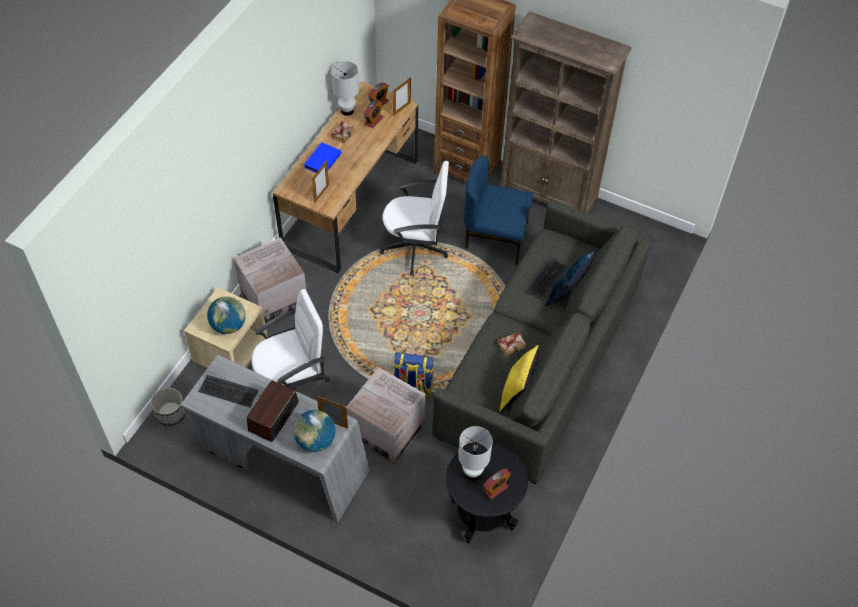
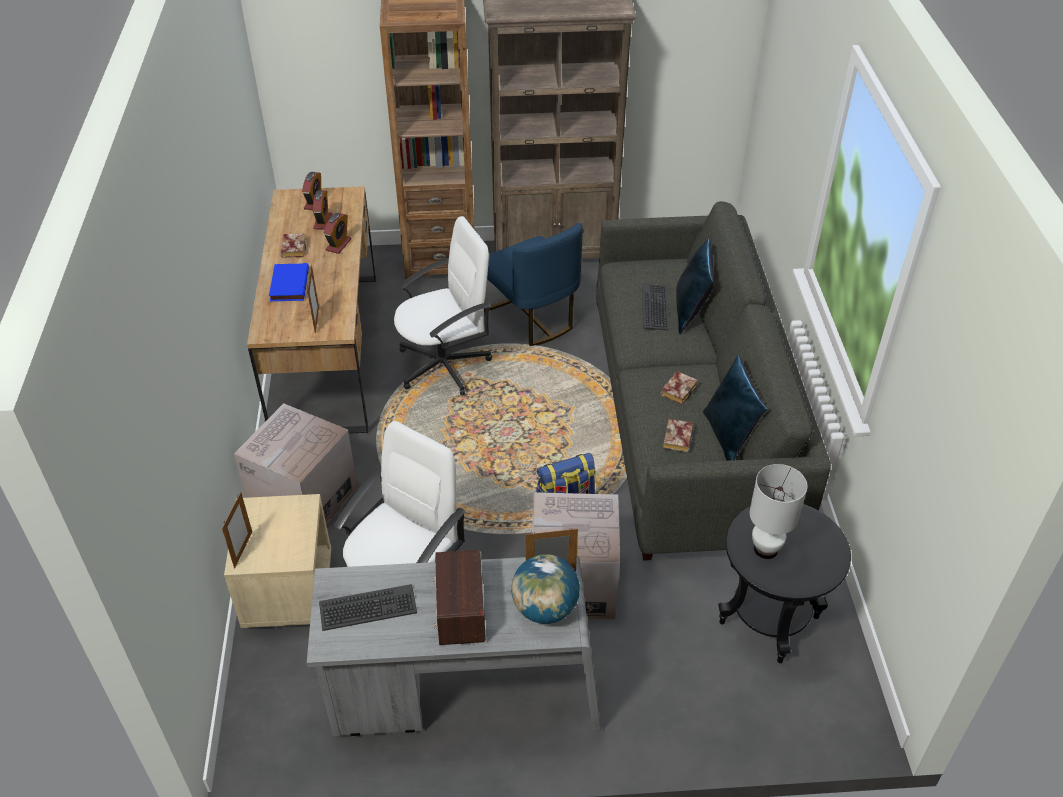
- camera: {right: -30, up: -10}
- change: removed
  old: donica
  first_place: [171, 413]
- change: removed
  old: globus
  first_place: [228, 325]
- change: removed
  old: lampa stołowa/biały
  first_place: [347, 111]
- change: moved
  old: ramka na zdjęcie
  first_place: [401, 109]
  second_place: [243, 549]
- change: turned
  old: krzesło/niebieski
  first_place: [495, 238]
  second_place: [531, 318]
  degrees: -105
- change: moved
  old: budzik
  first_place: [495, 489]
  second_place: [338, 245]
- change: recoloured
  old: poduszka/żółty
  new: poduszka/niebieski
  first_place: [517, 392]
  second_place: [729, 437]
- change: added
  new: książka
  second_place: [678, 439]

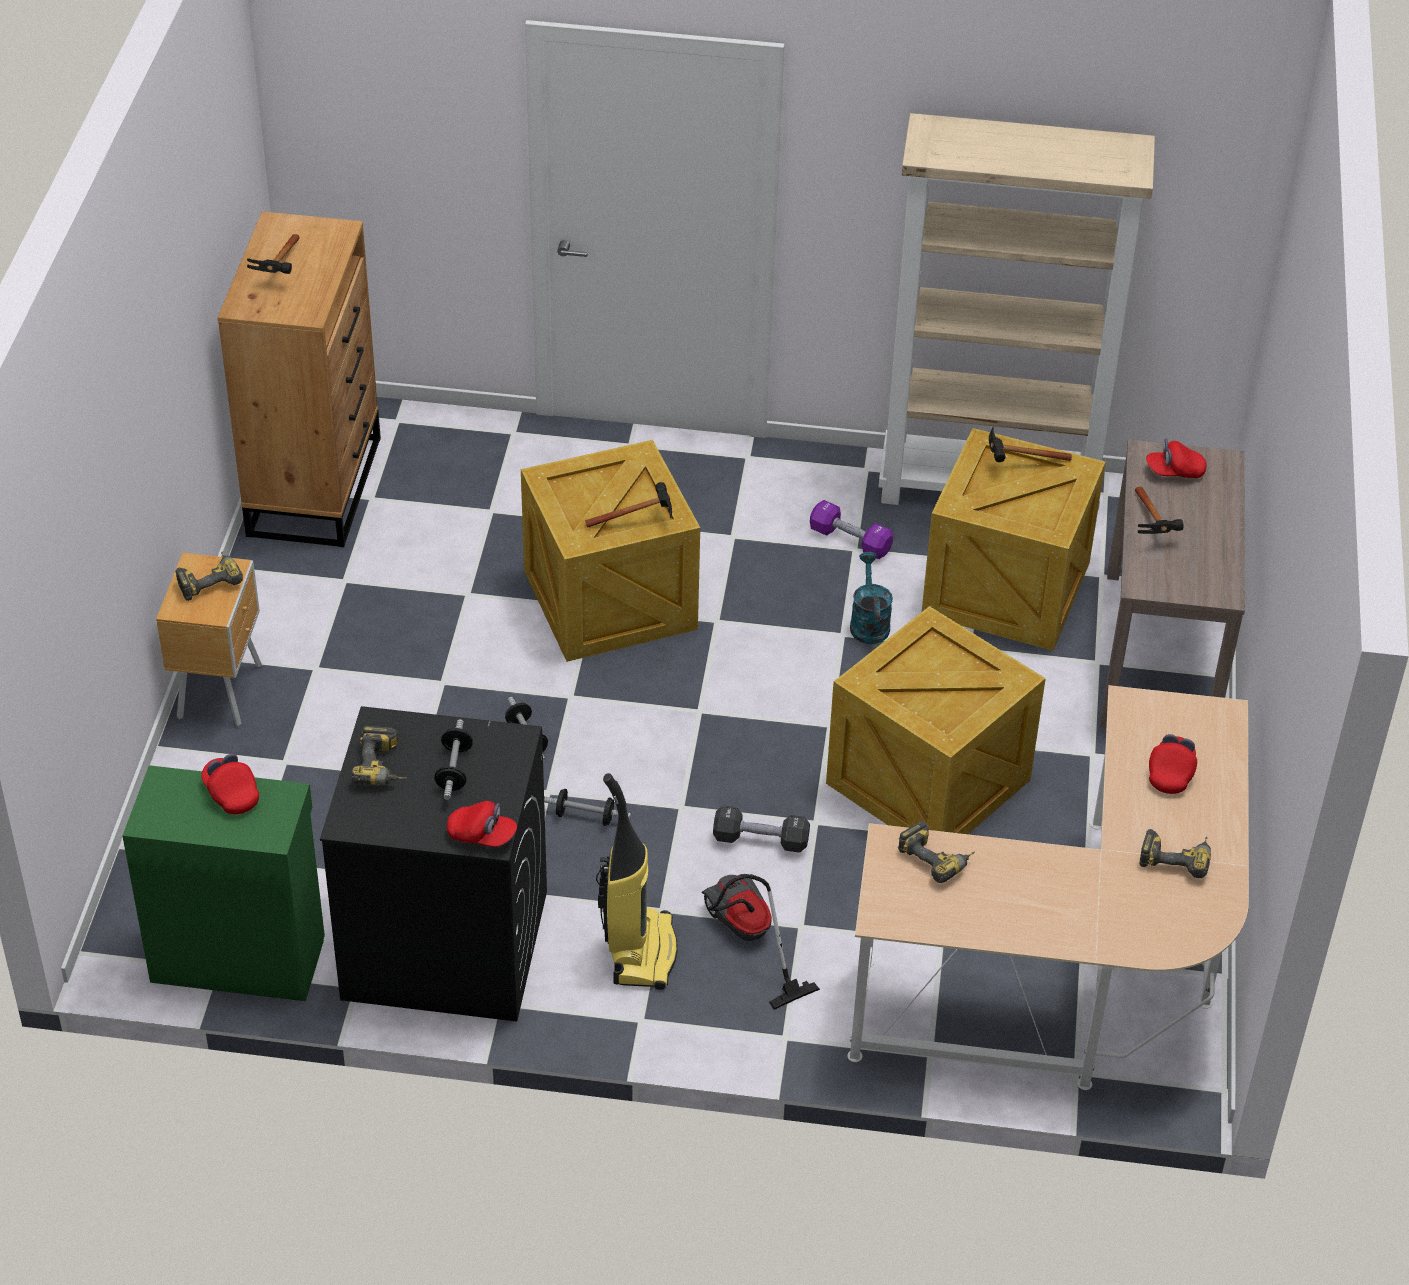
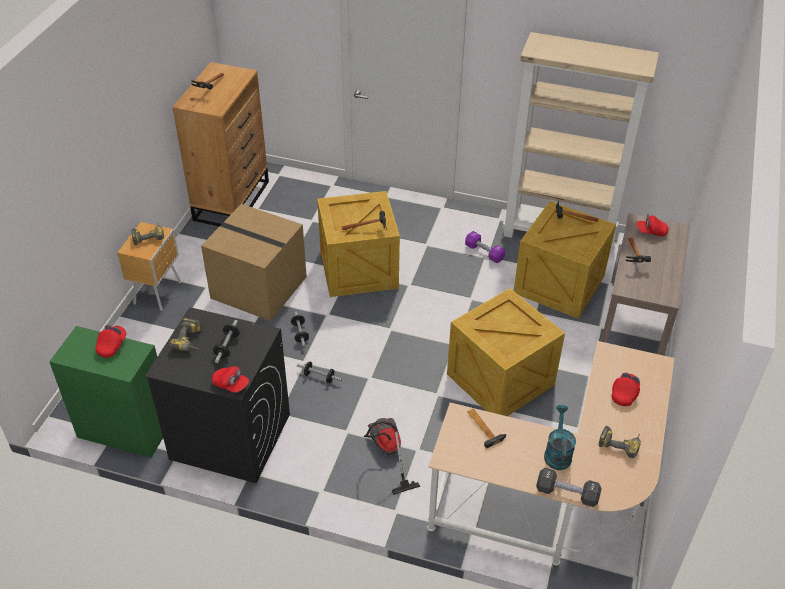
- camera: {right: 10, up: 0}
- change: turned
  old: czapka z daszkiem/czerwony
  first_place: [231, 794]
  second_place: [112, 345]
  degrees: 45
- change: removed
  old: odkurzacz
  first_place: [640, 951]
- change: moved
  old: hantel/czarny
  first_place: [760, 840]
  second_place: [567, 493]
- change: moved
  old: konewka/turkusowy
  first_place: [868, 622]
  second_place: [557, 452]
- change: replaced
  old: wiertarka
  new: młotek
  first_place: [937, 858]
  second_place: [483, 427]
- change: added
  new: karton
  second_place: [260, 287]

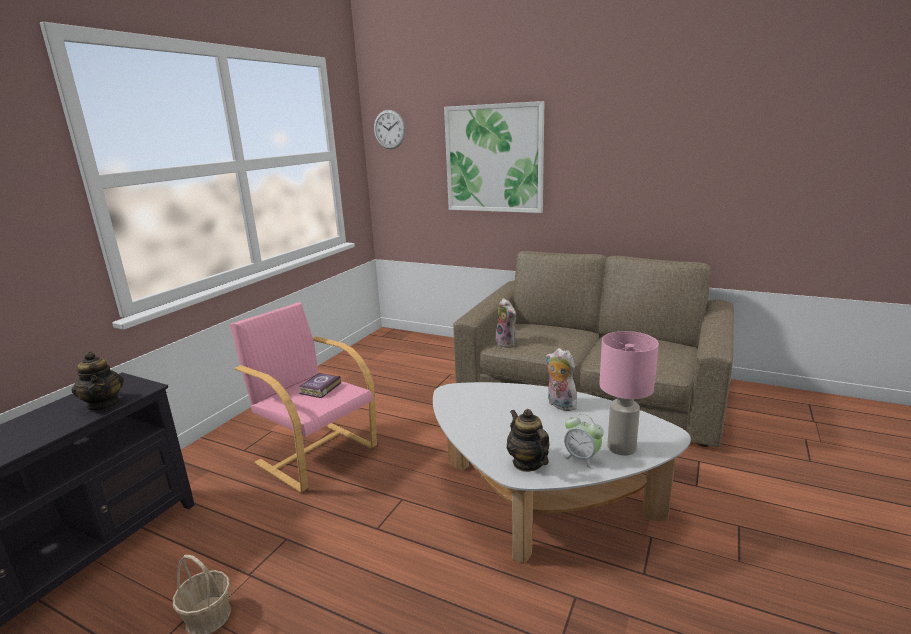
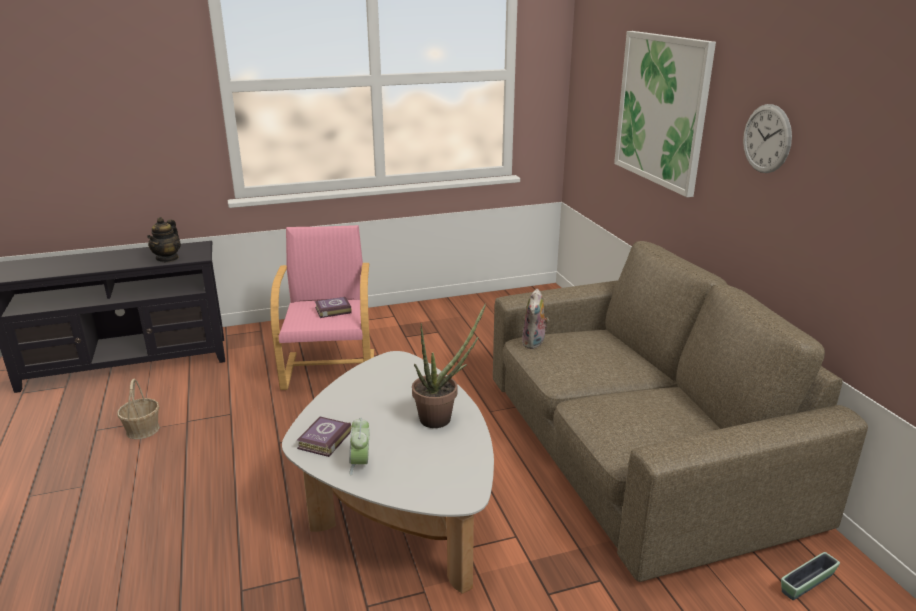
- camera: {right: 45, up: 5}
- change: moved
  old: zegar ścienny
  first_place: [389, 129]
  second_place: [766, 139]
- change: replaced
  old: imbryk
  new: książka
  first_place: [527, 463]
  second_place: [323, 440]
- change: replaced
  old: pluszak
  new: roślina doniczkowa
  first_place: [559, 405]
  second_place: [442, 417]
- change: removed
  old: lampa stołowa/różowy
  first_place: [621, 447]
- change: added
  new: donica
  second_place: [807, 583]

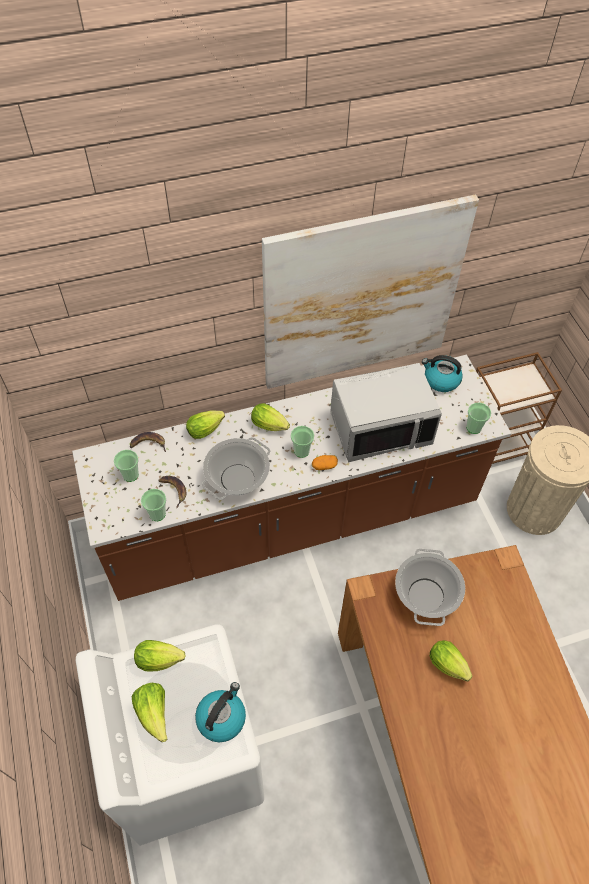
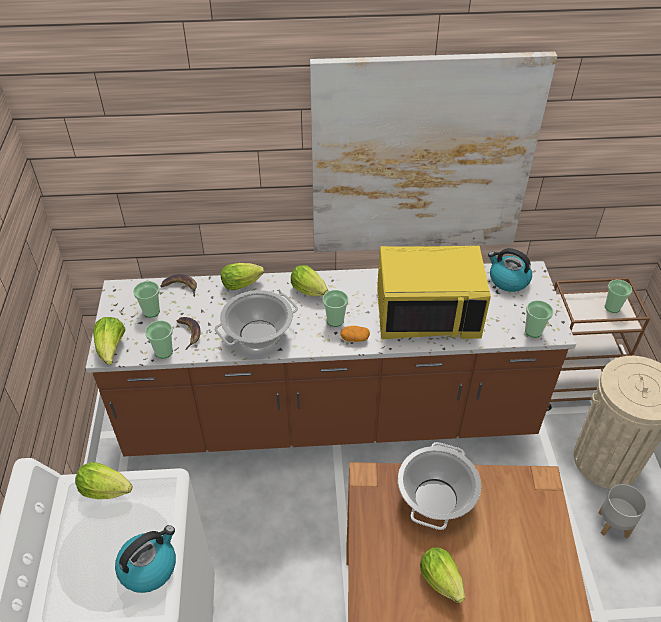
- camera: {right: 15, up: -10}
- change: moved
  old: sałata
  first_place: [154, 713]
  second_place: [112, 350]
- change: recoloured
  old: mikrofalówka/szary
  new: mikrofalówka/żółty
  first_place: [380, 428]
  second_place: [427, 313]
- change: added
  new: donica/szary
  second_place: [614, 524]
- change: added
  new: filiżanka
  second_place: [612, 307]

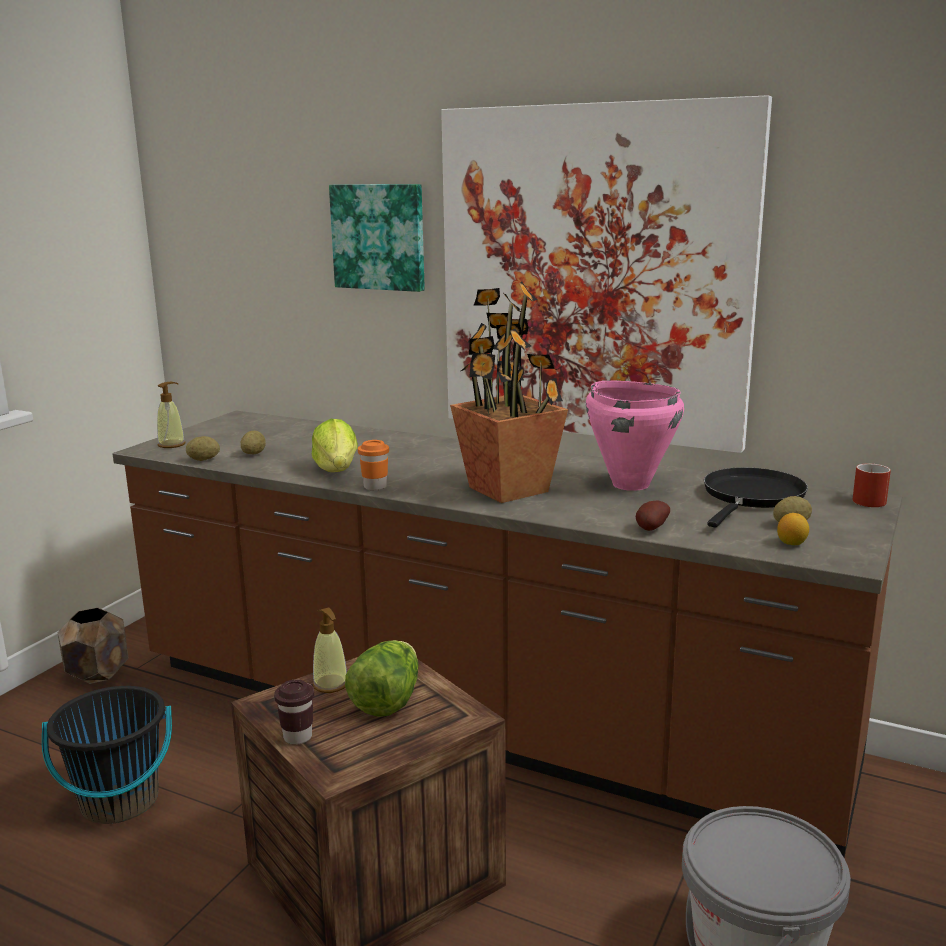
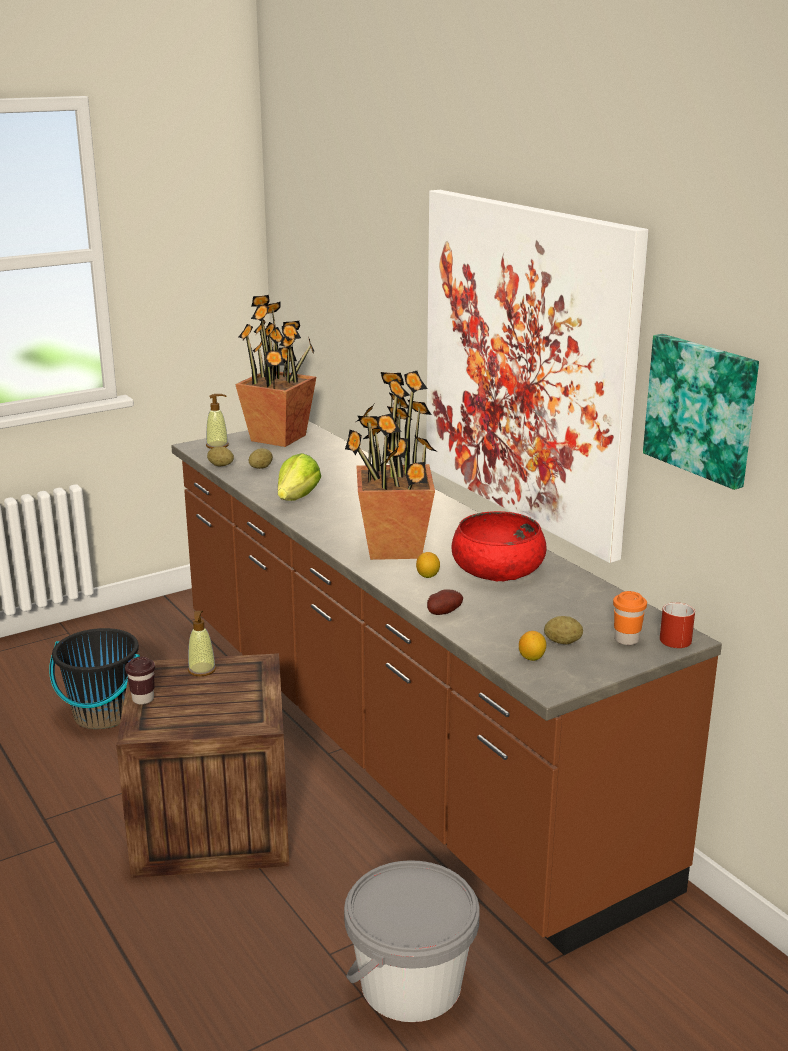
- camera: {right: 30, up: 5}
- change: removed
  old: donica/brązowy
  first_place: [98, 674]
- change: moved
  old: obraz
  first_place: [379, 237]
  second_place: [702, 408]
- change: removed
  old: sałata
  first_place: [387, 701]
- change: moved
  old: filiżanka/pomarańczowy
  first_place: [375, 487]
  second_place: [626, 640]
- change: replaced
  old: garnek/różowy
  new: miska/czerwony
  first_place: [630, 484]
  second_place: [498, 568]
- change: removed
  old: patelnia/czarny
  first_place: [751, 497]
- change: added
  new: roślina doniczkowa
  second_place: [279, 438]
- change: added
  new: cytryna
  second_place: [428, 576]

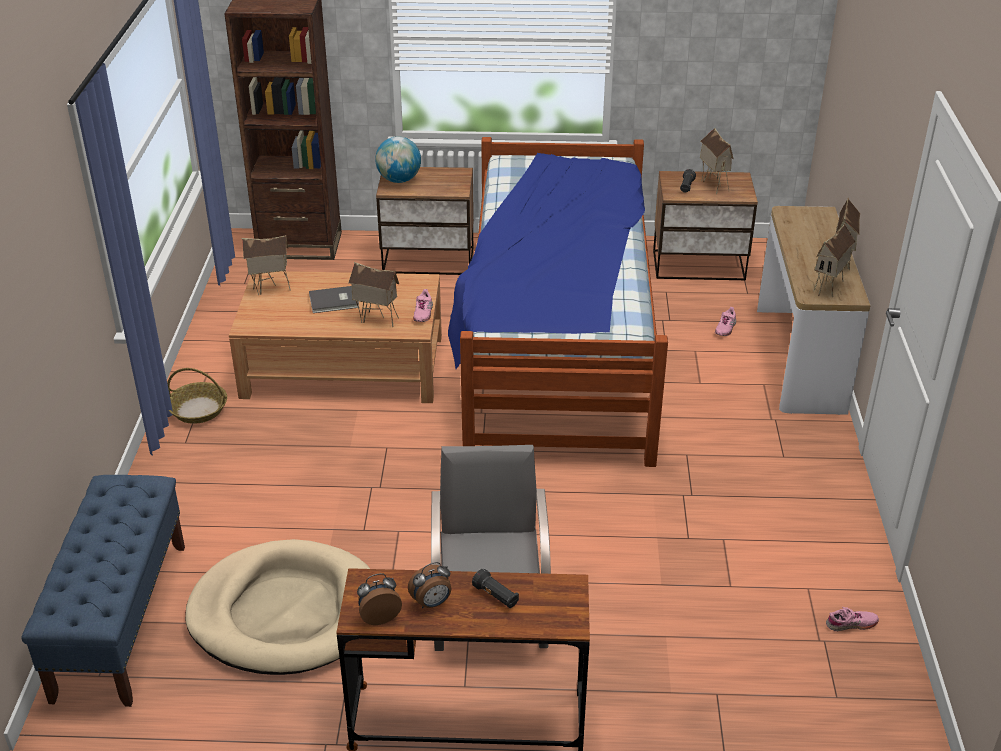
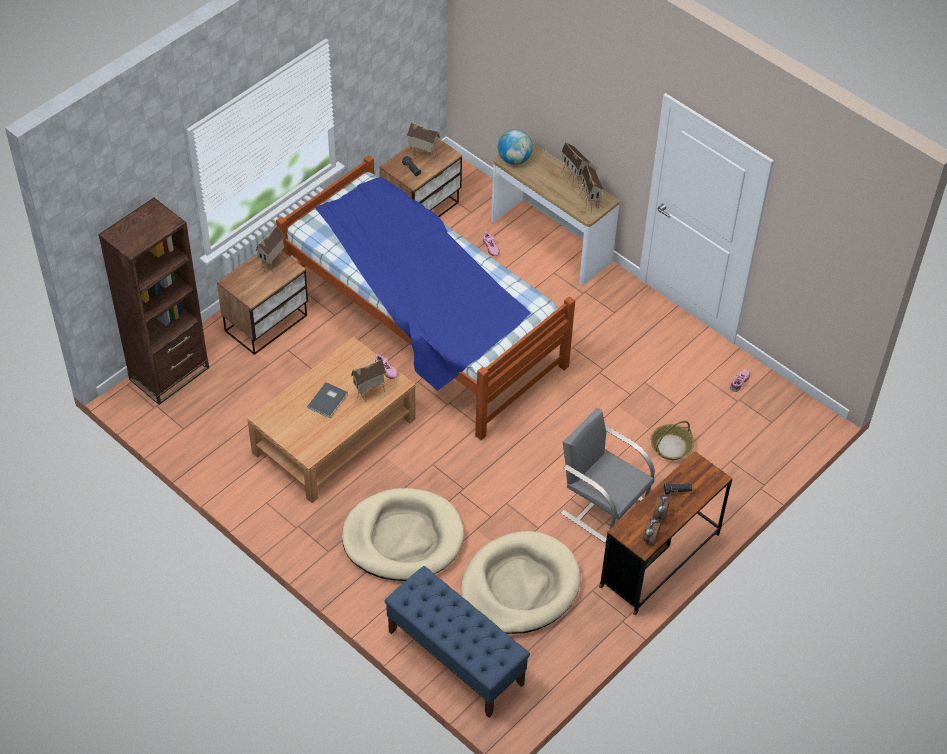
- camera: {right: -50, up: 15}
- change: moved
  old: koszyk
  first_place: [198, 410]
  second_place: [671, 446]
- change: moved
  old: domek
  first_place: [270, 289]
  second_place: [273, 264]
- change: moved
  old: globus
  first_place: [399, 180]
  second_place: [514, 159]
- change: added
  new: legowisko/beżowy
  second_place: [403, 538]

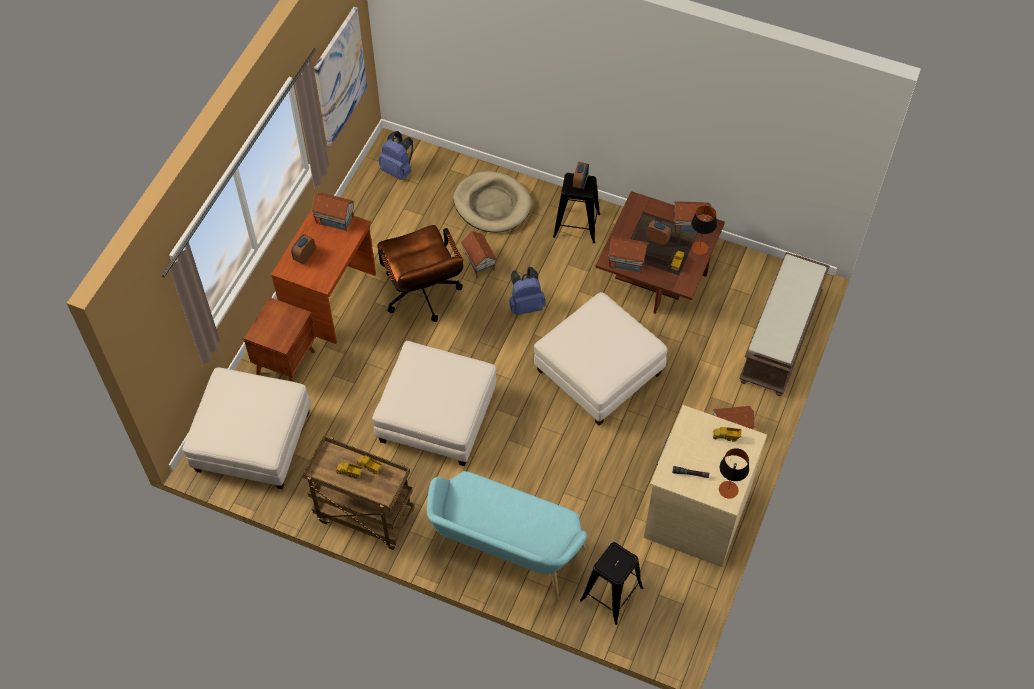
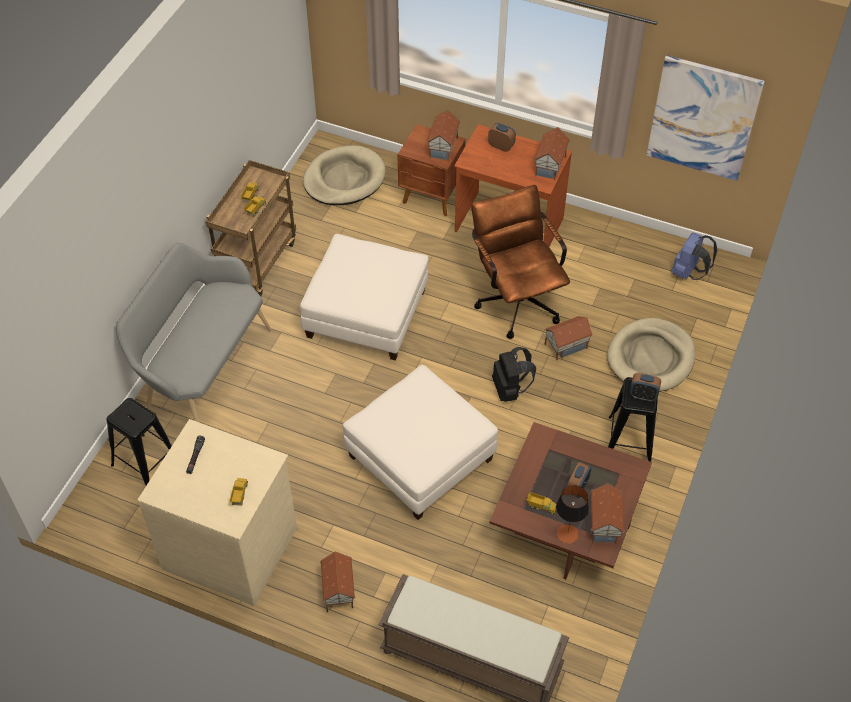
- camera: {right: 90, up: -5}
- change: replaced
  old: pufa/biały
  new: legowisko/beżowy
  first_place: [253, 441]
  second_place: [344, 179]
- change: turned
  old: krzesło biurowe/brązowy
  first_place: [423, 297]
  second_place: [516, 299]
  degrees: 90
- change: recoloured
  old: ławka/turkusowy
  new: ławka/szary
  first_place: [504, 554]
  second_place: [203, 371]
- change: recoloured
  old: plecak/niebieski
  new: plecak/czarny
  first_place: [526, 305]
  second_place: [510, 389]
- change: moved
  old: domek
  first_place: [626, 261]
  second_place: [444, 147]
- change: removed
  old: lampa stołowa
  first_place: [728, 489]

